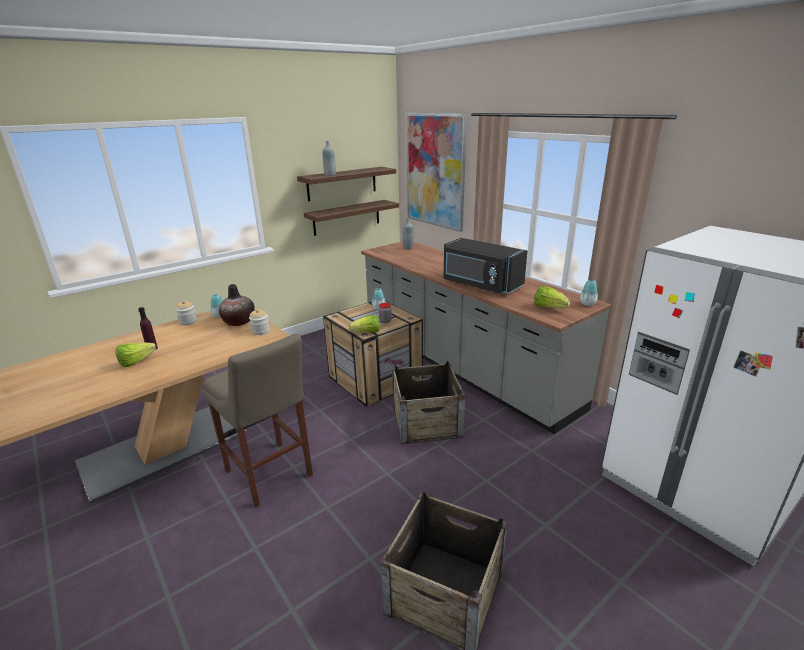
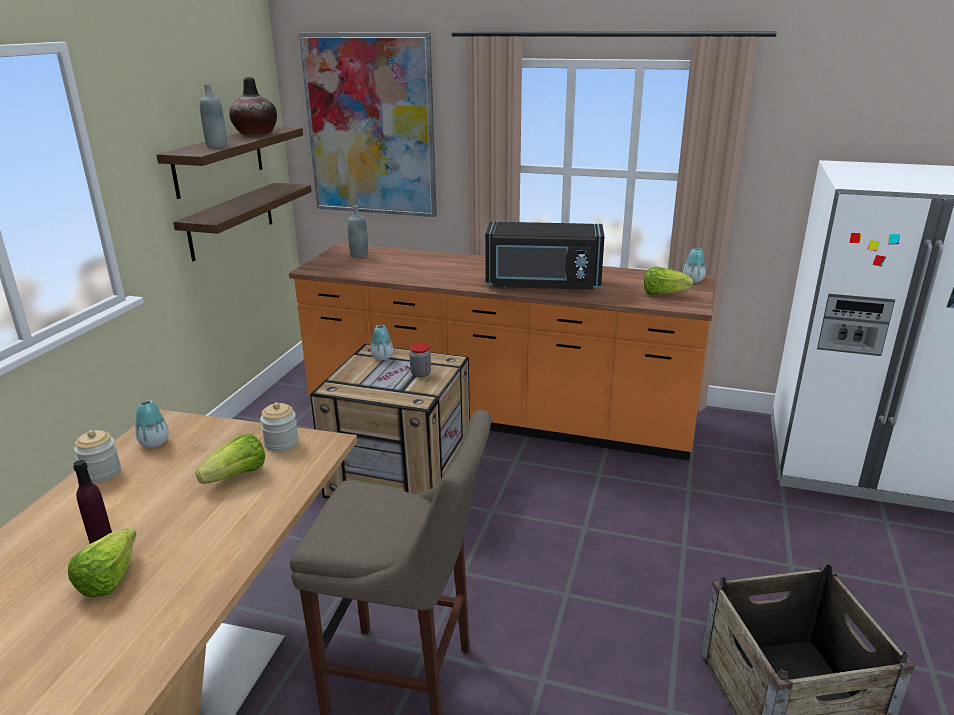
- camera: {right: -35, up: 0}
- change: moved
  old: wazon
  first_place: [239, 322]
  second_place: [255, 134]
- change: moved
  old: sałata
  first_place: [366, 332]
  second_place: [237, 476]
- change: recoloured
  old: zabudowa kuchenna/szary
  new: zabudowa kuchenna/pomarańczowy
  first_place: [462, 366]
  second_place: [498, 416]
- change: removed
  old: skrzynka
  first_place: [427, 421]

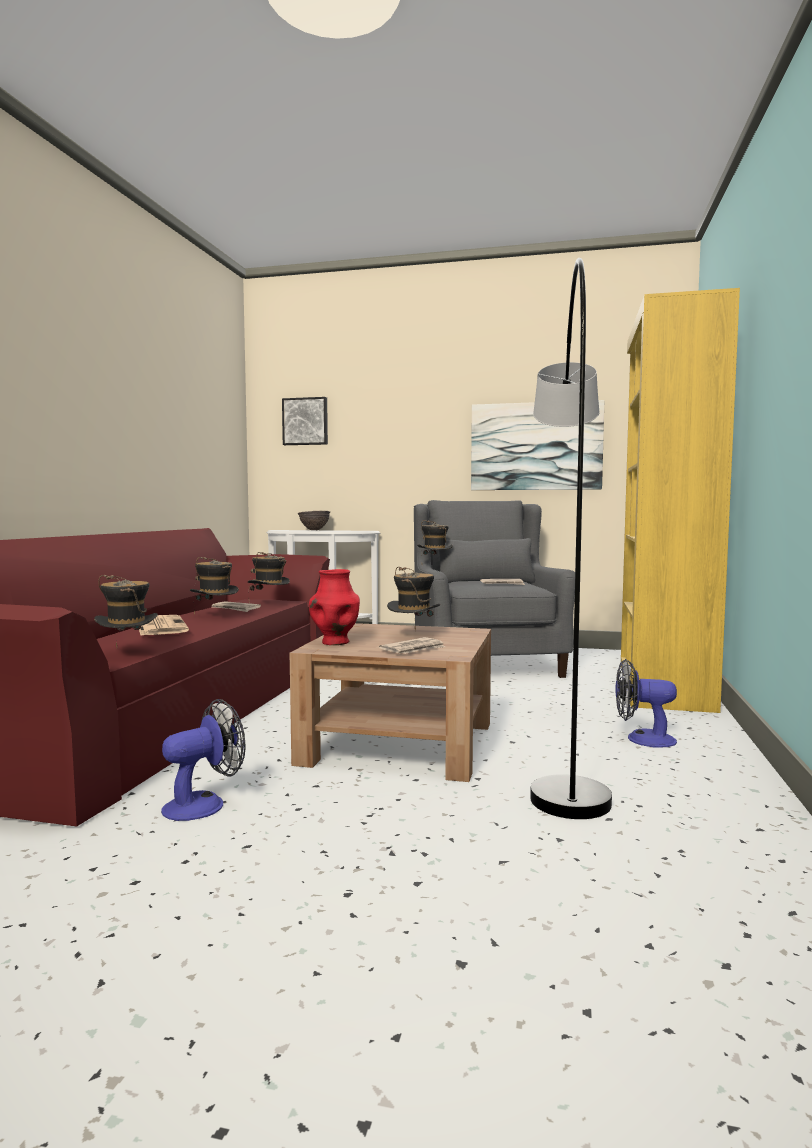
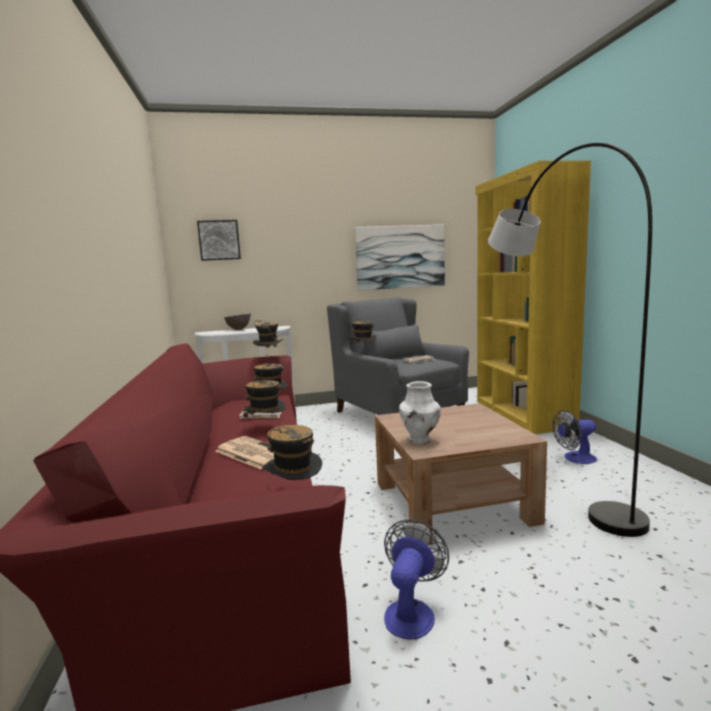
- camera: {right: -25, up: 5}
- change: recoloured
  old: wazon/czerwony
  new: wazon/biały
  first_place: [335, 642]
  second_place: [419, 440]
- change: removed
  old: gazeta
  first_place: [414, 649]
- change: moved
  old: kapelusz
  first_place: [414, 636]
  second_place: [269, 359]

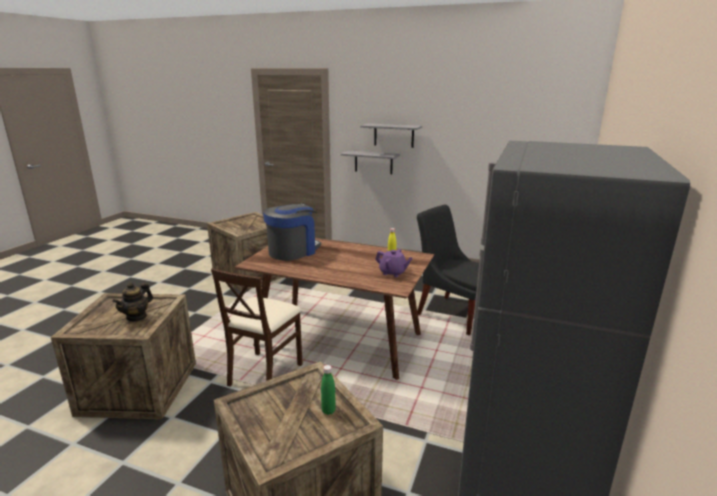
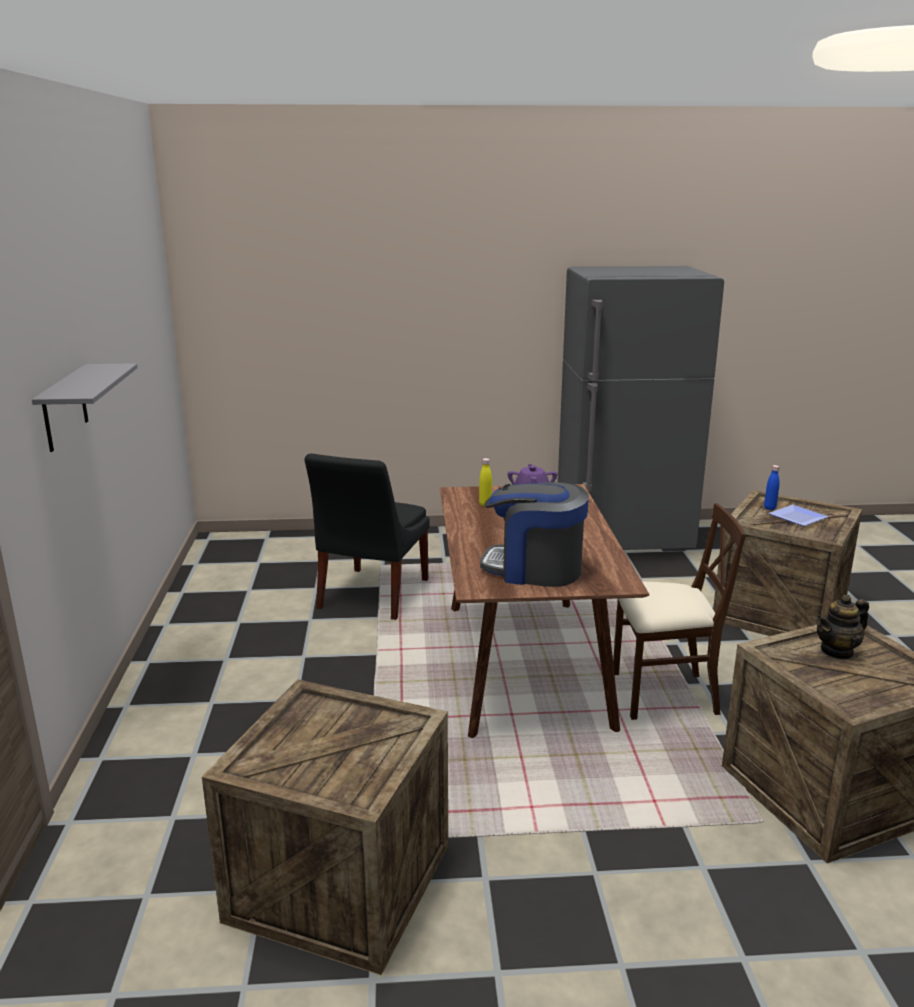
- camera: {right: -115, up: 0}
- change: turned
  old: imbryk
  first_place: [137, 317]
  second_place: [837, 651]
  degrees: 150
- change: recoloured
  old: butelka/zielony
  new: butelka/niebieski
  first_place: [328, 411]
  second_place: [769, 508]
- change: removed
  old: półka/szary
  first_place: [373, 162]
- change: added
  new: talerz
  second_place: [797, 517]

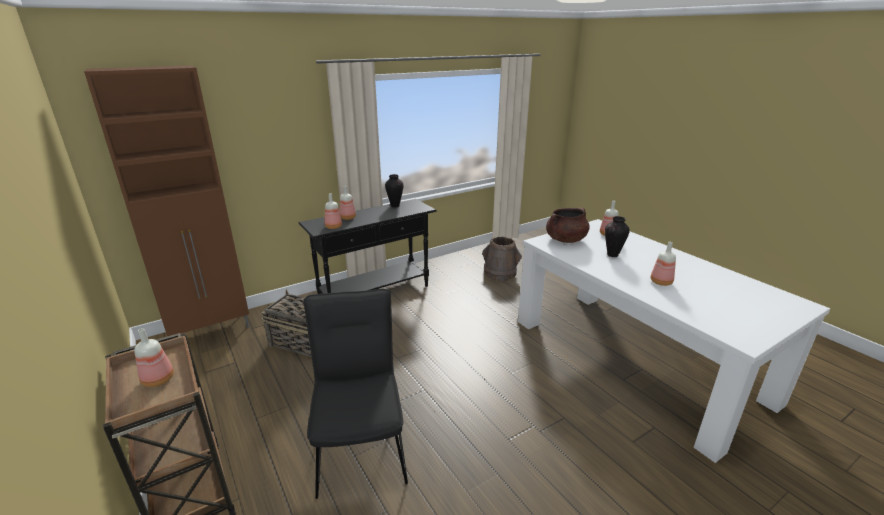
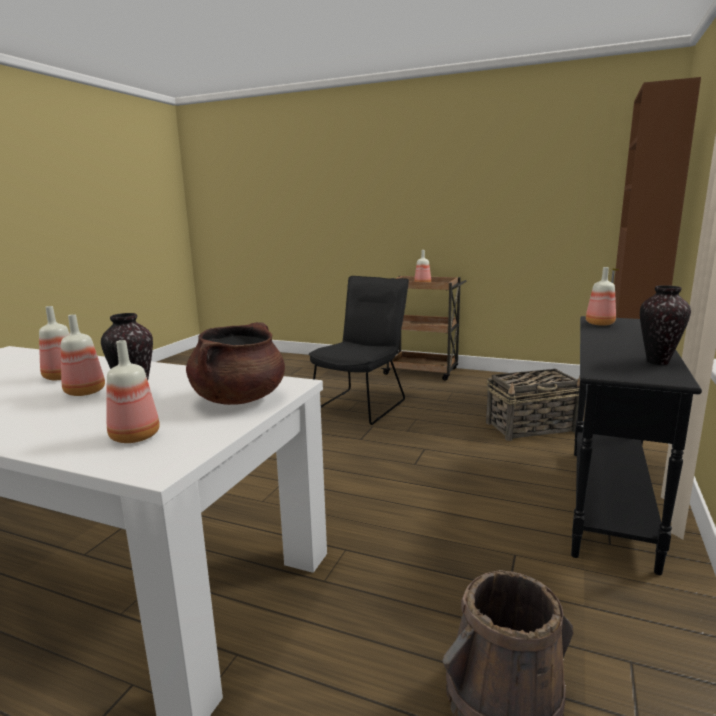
- camera: {right: 145, up: -10}
- change: turned
  old: krzesło/czarny
  first_place: [361, 445]
  second_place: [362, 404]
  degrees: -105
- change: moved
  old: butelka
  first_place: [348, 218]
  second_place: [84, 392]

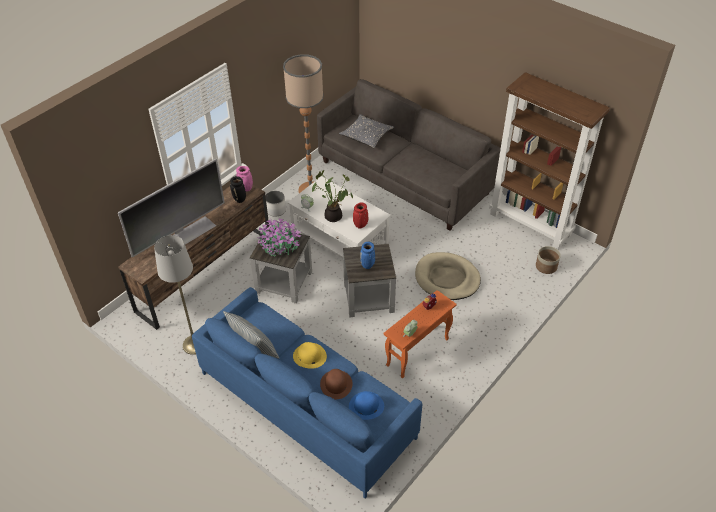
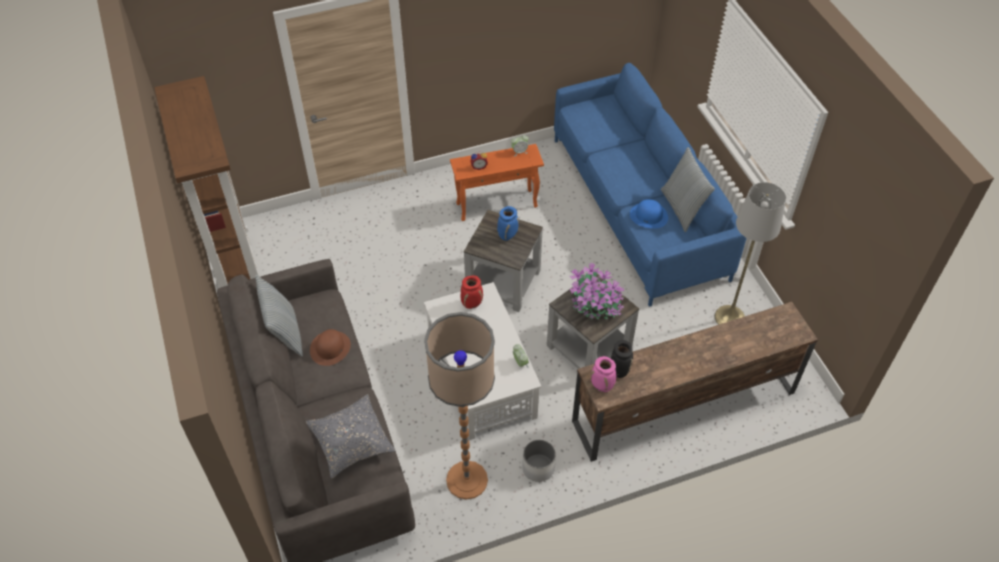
- camera: {right: -150, up: 5}
- change: removed
  old: telewizor
  first_place: [185, 235]
- change: removed
  old: kapelusz/żółty
  first_place: [309, 356]
- change: removed
  old: roślina doniczkowa
  first_place: [334, 215]
- change: moved
  old: kapelusz/brązowy
  first_place: [336, 384]
  second_place: [330, 348]
- change: moved
  old: kapelusz/niebieski
  first_place: [366, 406]
  second_place: [649, 215]
- change: removed
  old: legowisko/beżowy
  first_place: [447, 278]
- change: removed
  old: donica
  first_place: [546, 266]
- change: added
  new: poduszka
  second_place: [284, 334]

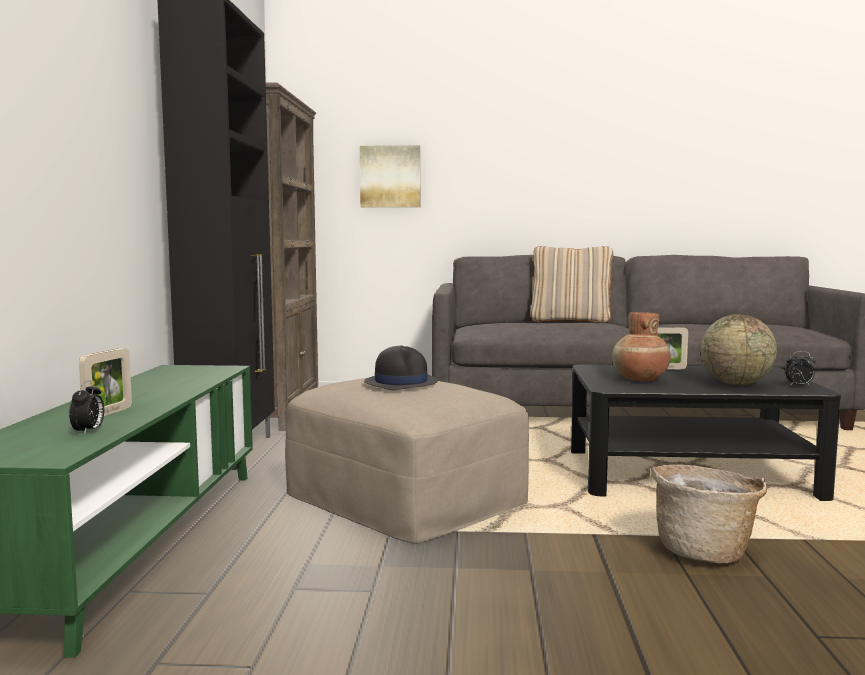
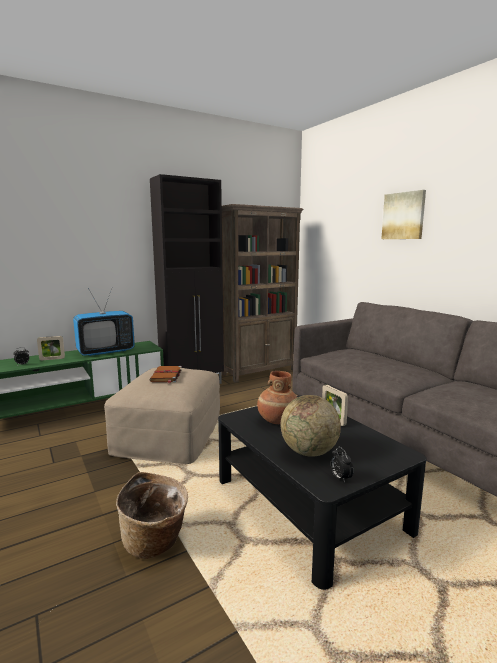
- camera: {right: 55, up: 5}
- change: moved
  old: obraz
  first_place: [390, 176]
  second_place: [403, 216]
- change: replaced
  old: kapelusz/czarny
  new: książka/brązowy
  first_place: [401, 382]
  second_place: [166, 376]
- change: removed
  old: poduszka/beżowy
  first_place: [570, 321]
- change: added
  new: telewizor
  second_place: [106, 351]

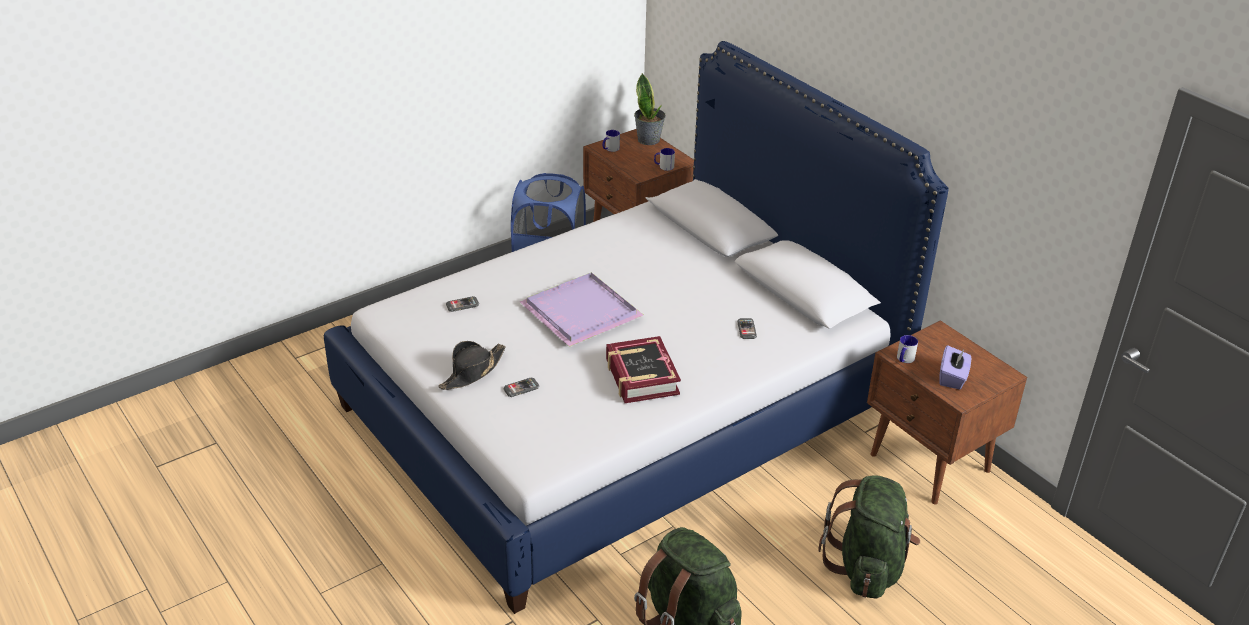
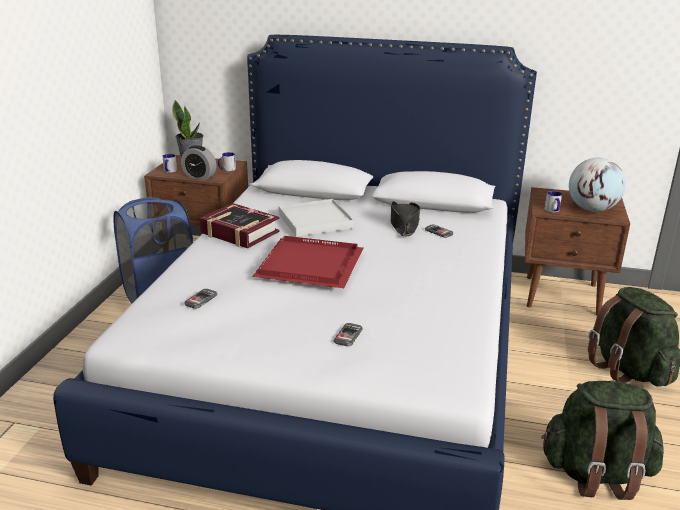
- camera: {right: -40, up: -10}
- change: moved
  old: kapelusz/czarny
  first_place: [472, 372]
  second_place: [404, 224]
- change: recoloured
  old: taca/fioletowy
  new: taca/czerwony
  first_place: [580, 313]
  second_place: [311, 266]
- change: moved
  old: książka
  first_place: [641, 377]
  second_place: [239, 233]
- change: replaced
  old: pudełko chusteczek/fioletowy
  new: globus
  first_place: [952, 378]
  second_place: [592, 209]
- change: added
  new: budzik
  second_place: [199, 176]
- change: added
  new: taca/biały
  second_place: [315, 221]

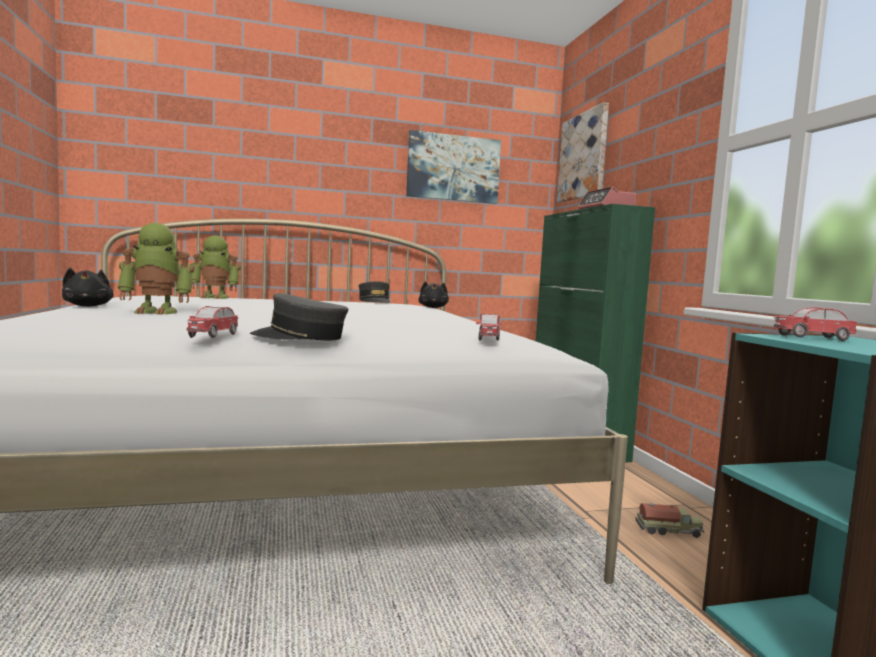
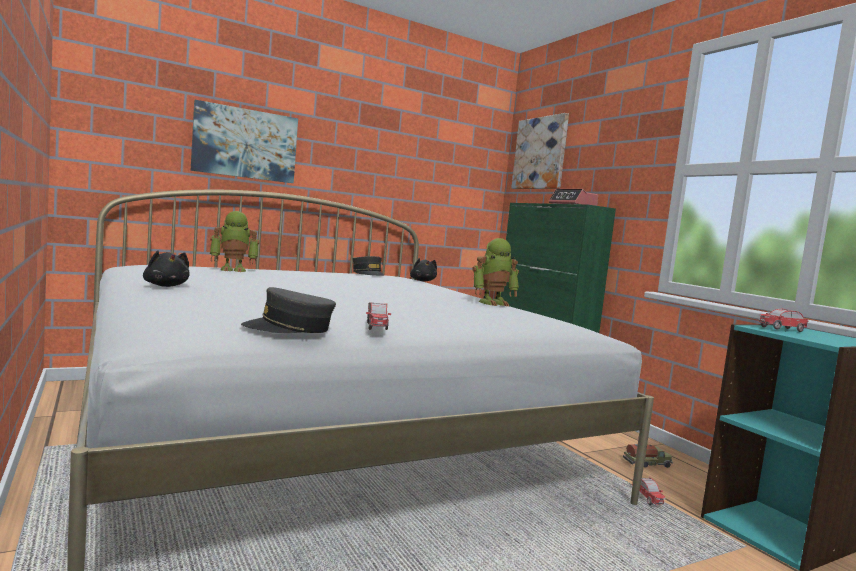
- camera: {right: -15, up: 0}
- change: moved
  old: robot zabawkowy
  first_place: [157, 312]
  second_place: [493, 303]
- change: moved
  old: czapka z daszkiem/szary
  first_place: [300, 337]
  second_place: [289, 328]
- change: moved
  old: obraz
  first_place: [453, 168]
  second_place: [245, 143]
- change: moved
  old: samochodzik
  first_place: [489, 339]
  second_place: [647, 498]

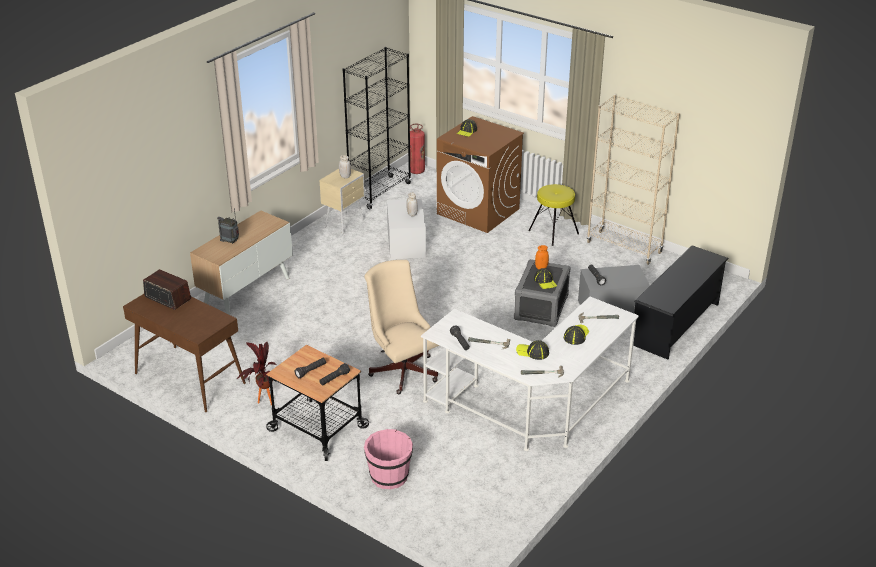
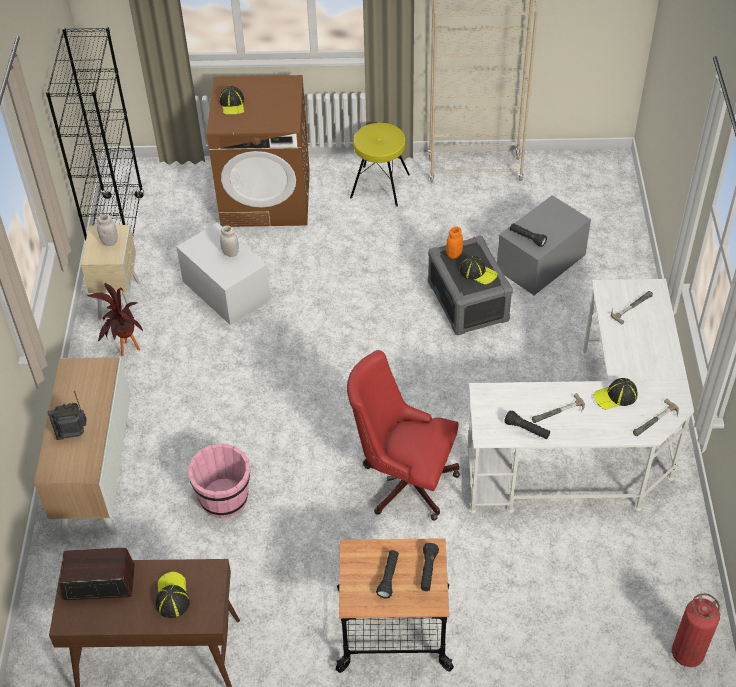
- camera: {right: -35, up: 15}
- change: moved
  old: roślina doniczkowa
  first_place: [262, 402]
  second_place: [126, 353]
- change: recoloured
  old: krzesło biurowe/beżowy
  new: krzesło biurowe/czerwony
  first_place: [402, 369]
  second_place: [403, 480]
- change: moved
  old: wiadro/różowy
  first_place: [389, 477]
  second_place: [224, 499]
- change: moved
  old: gaśnica
  first_place: [416, 171]
  second_place: [687, 653]
- change: moved
  old: czapka z daszkiem
  first_place: [576, 335]
  second_place: [172, 596]
- change: removed
  old: regał na buty/czarny
  first_place: [676, 324]

